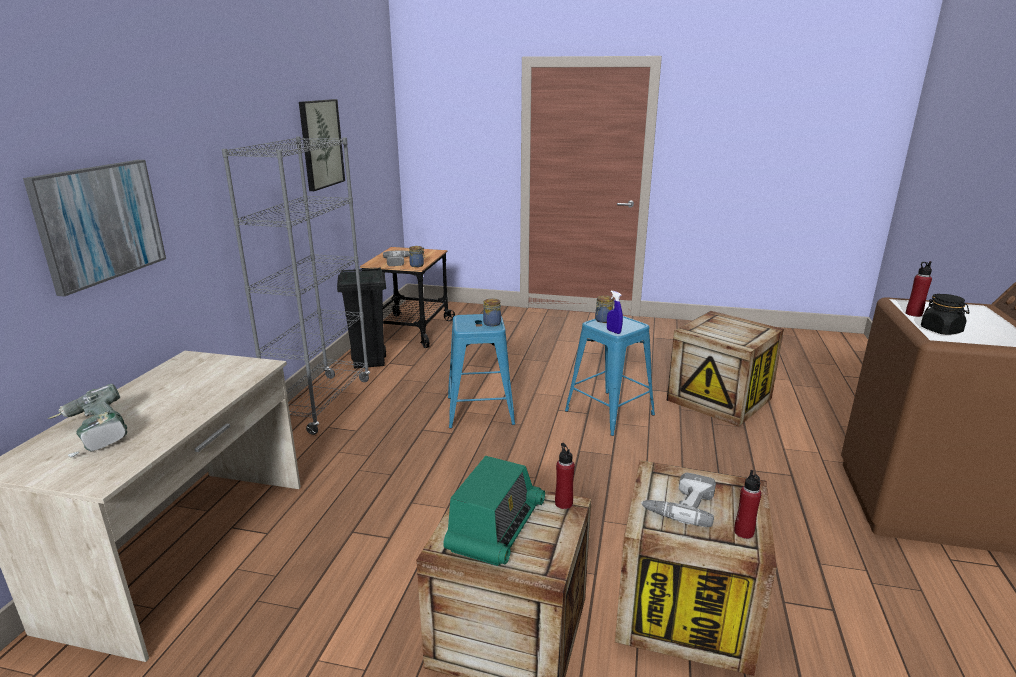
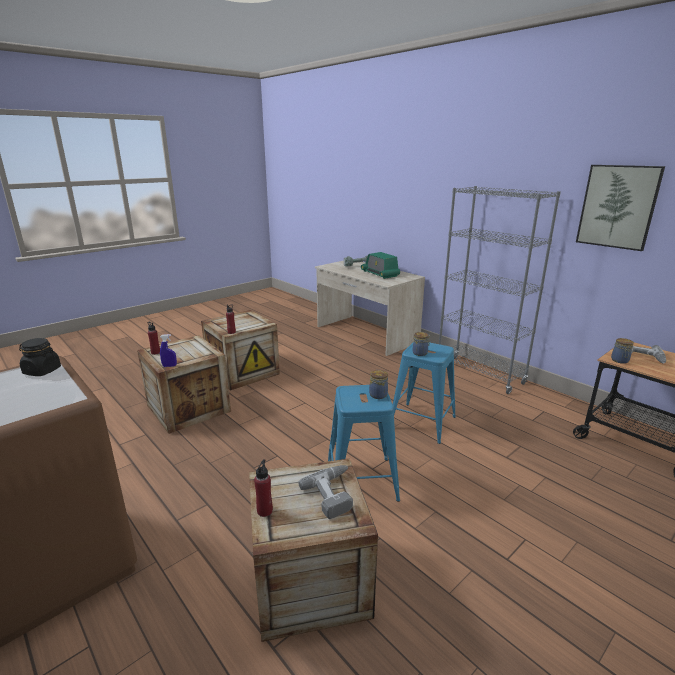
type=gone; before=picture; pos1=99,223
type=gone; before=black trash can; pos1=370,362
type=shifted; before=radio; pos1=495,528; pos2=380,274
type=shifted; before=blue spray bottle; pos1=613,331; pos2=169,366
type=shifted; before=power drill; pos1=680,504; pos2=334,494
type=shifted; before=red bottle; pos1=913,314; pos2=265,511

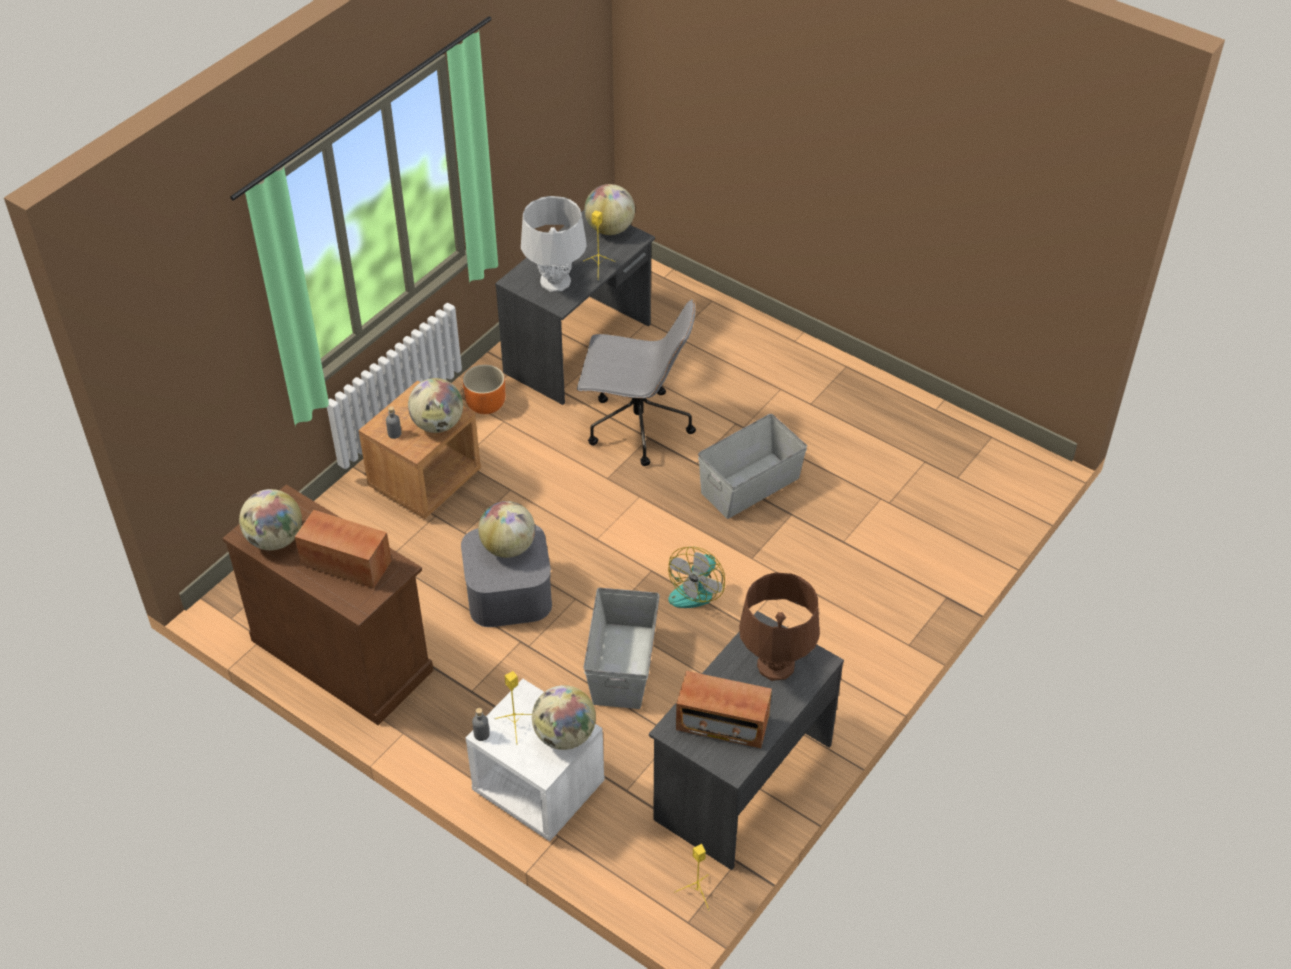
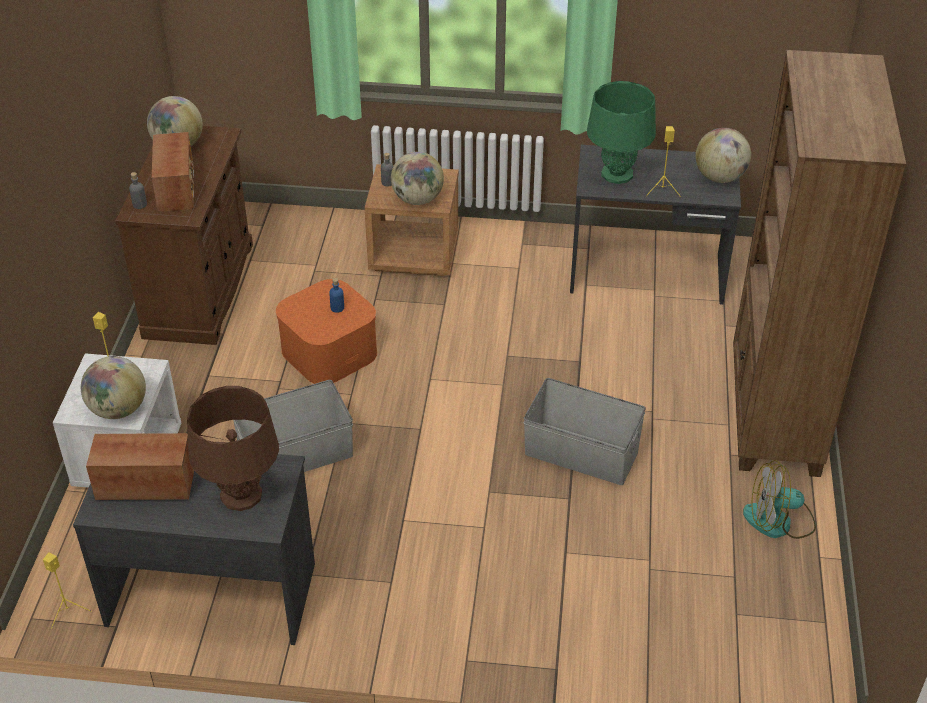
type=gone; before=orange planter; pos1=486,404
type=gone; before=grey office chair; pos1=636,427
type=new; after=brown bookcase; pos2=773,416
type=shifted; before=grey bottle; pos1=481,734; pos2=139,204
type=shifted; before=fan; pos1=697,588; pos2=779,521
type=swapped; before=globe; after=blue bottle; pos1=508,547; pos2=337,308
type=repainted; before=grey storage box; after=orange storage box; pos1=508,592; pos2=329,351
type=repainted; before=grey table lamp; after=green table lamp; pos1=555,281; pos2=617,174
type=rotated; before=radio; pos1=722,724; pos2=146,484; turn=105

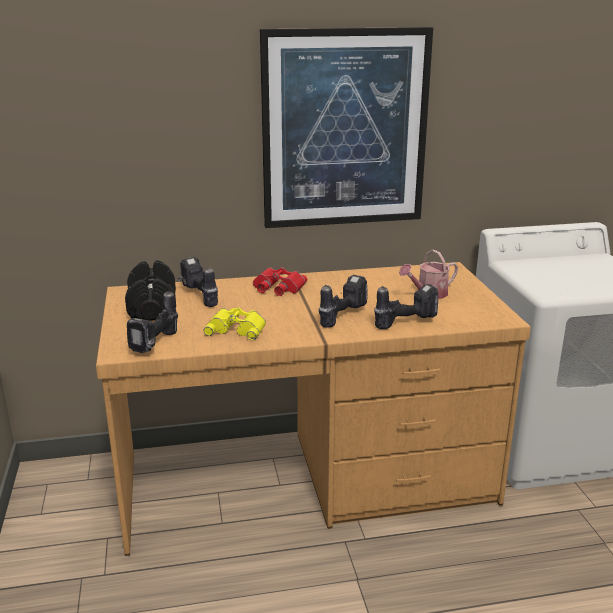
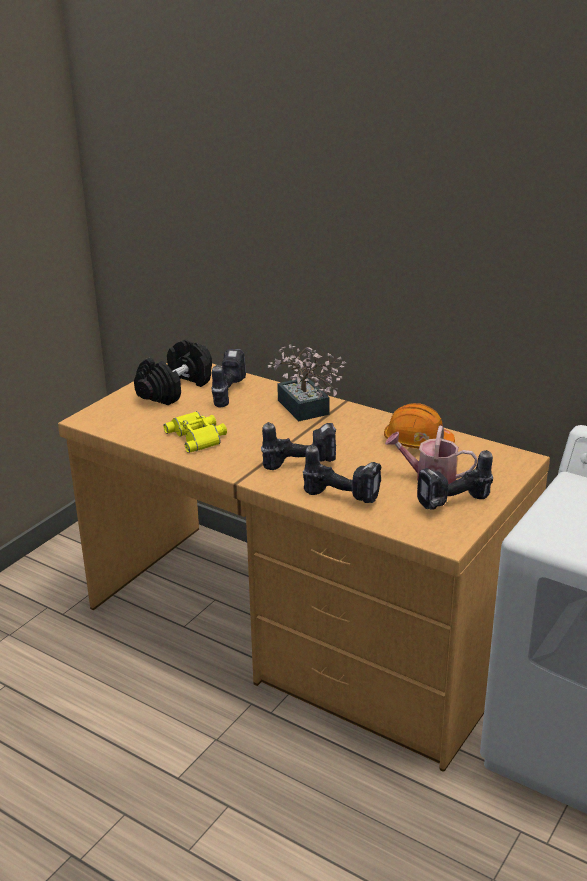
type=gone; before=picture; pos1=345,130
type=new; after=orange hard hat; pos2=417,442
type=shifted; before=power drill; pos1=157,344; pos2=454,504
type=swapped; before=red binoculars; after=potted plant; pos1=277,287; pos2=305,410

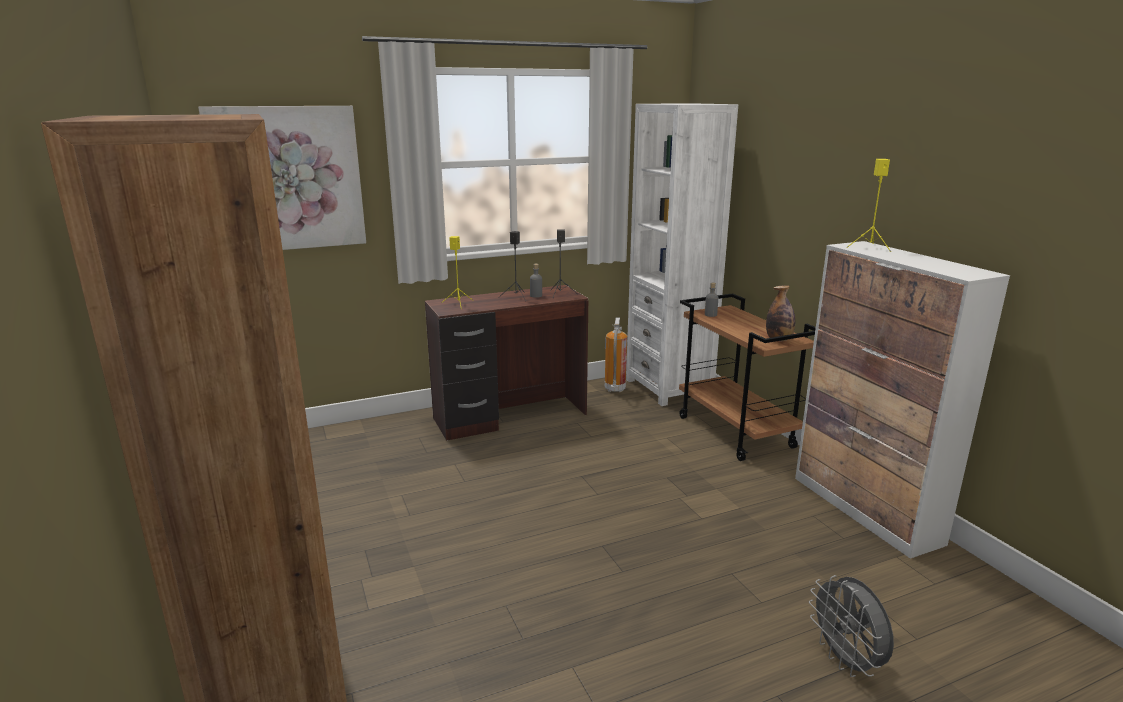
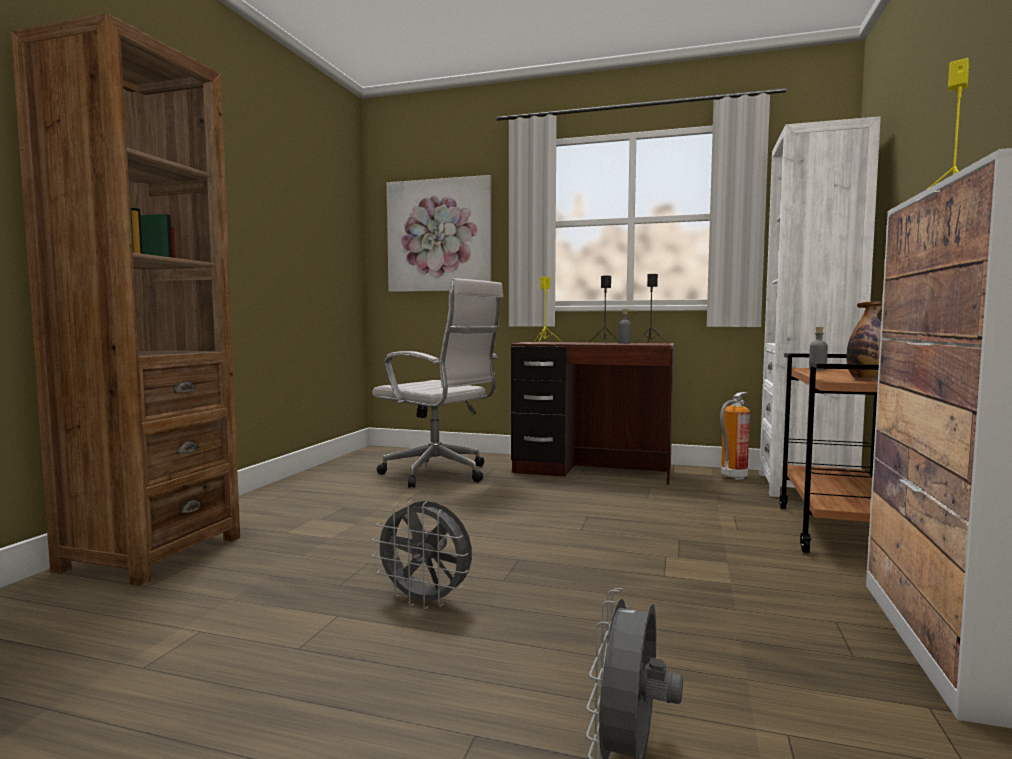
type=new; after=white office chair; pos2=440,474
type=new; after=grey fan; pos2=426,601

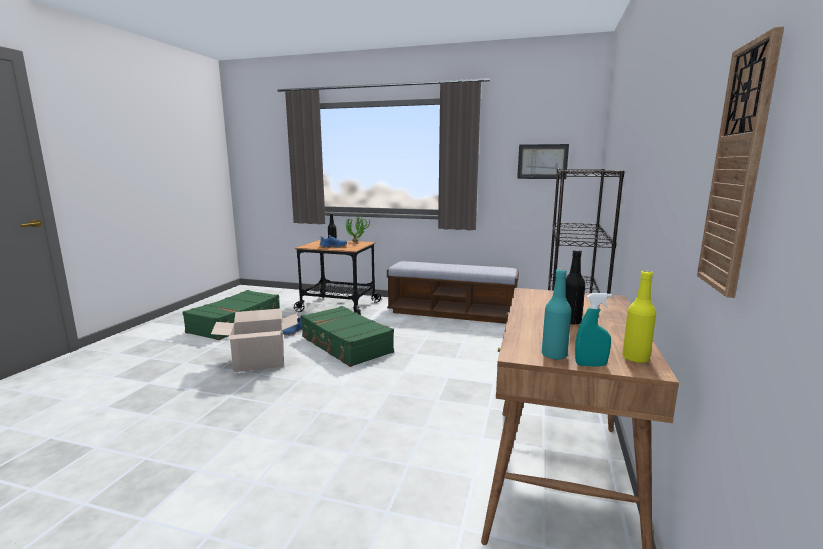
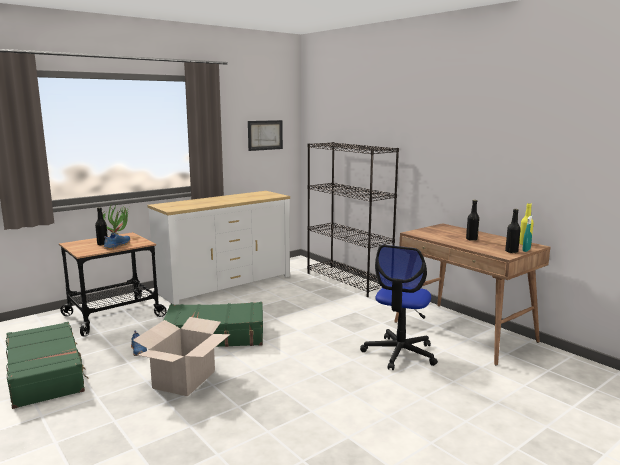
type=gone; before=wall clock; pos1=737,171
type=new; after=office chair; pos2=399,353
type=swapped; before=bench; after=white dresser; pos1=452,313; pos2=225,284
type=repainted; before=turquoise bottle; after=black bottle; pos1=554,355; pos2=511,252

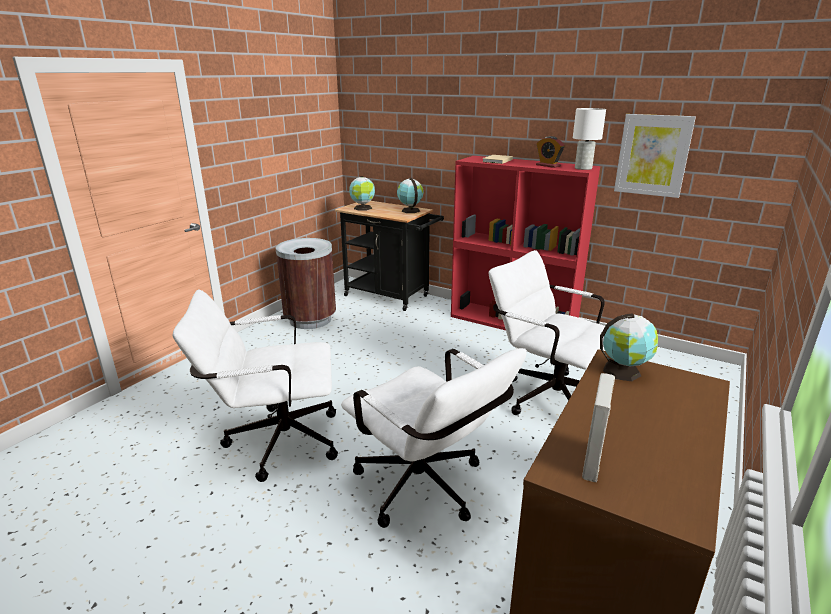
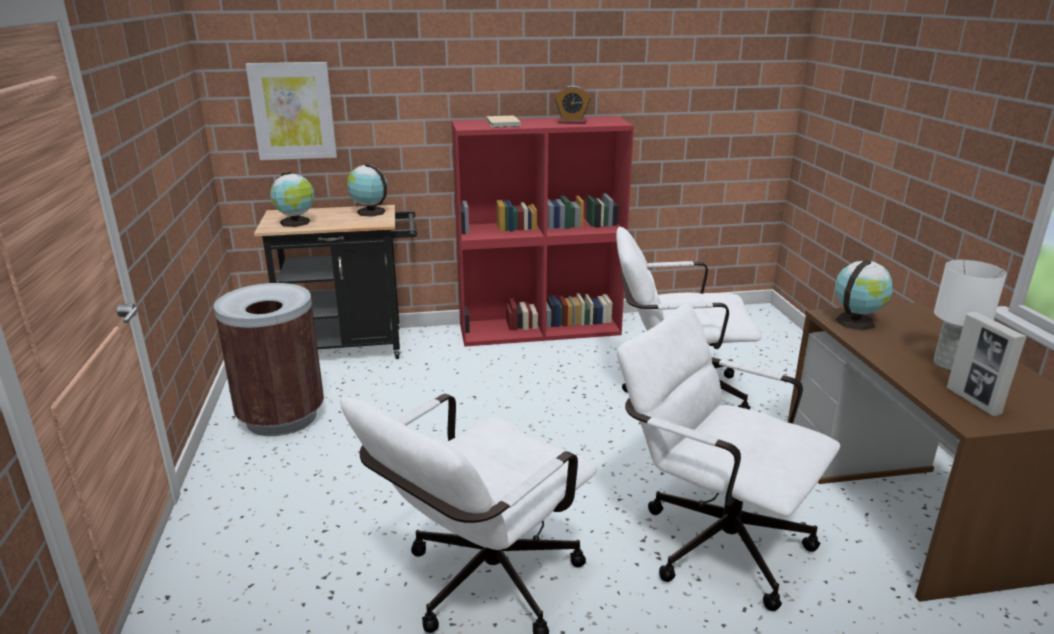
type=shifted; before=white table lamp; pos1=583,168; pos2=949,364
type=shifted; before=picture; pos1=652,155; pos2=293,111
type=rotated; before=white office chair; pos1=426,490; pos2=711,538; turn=-150

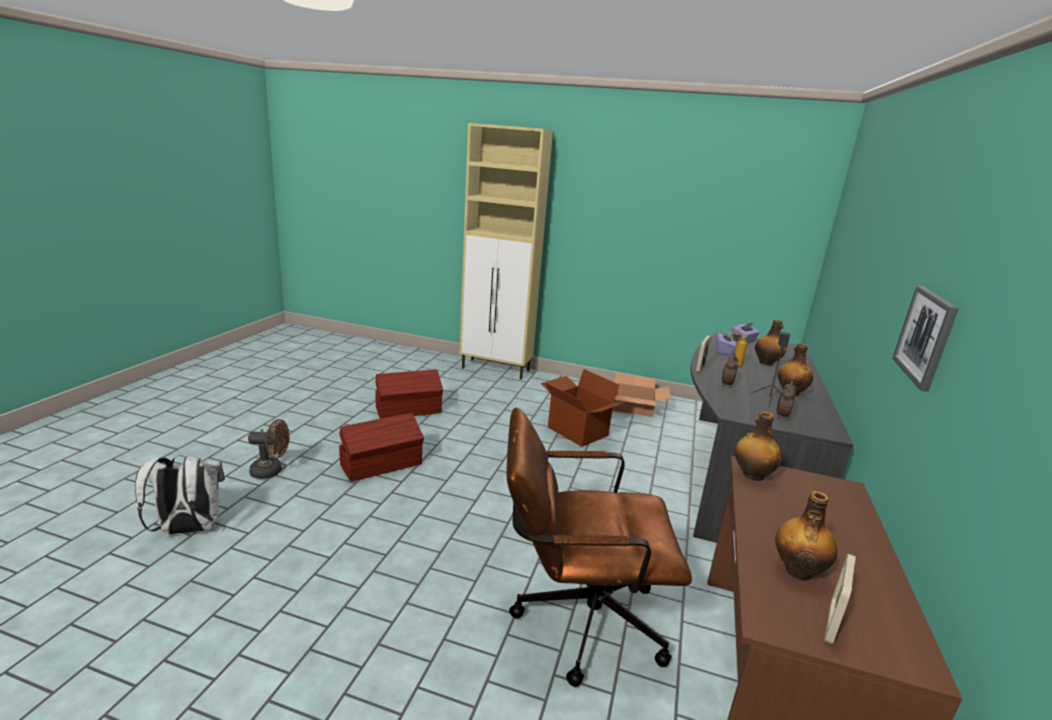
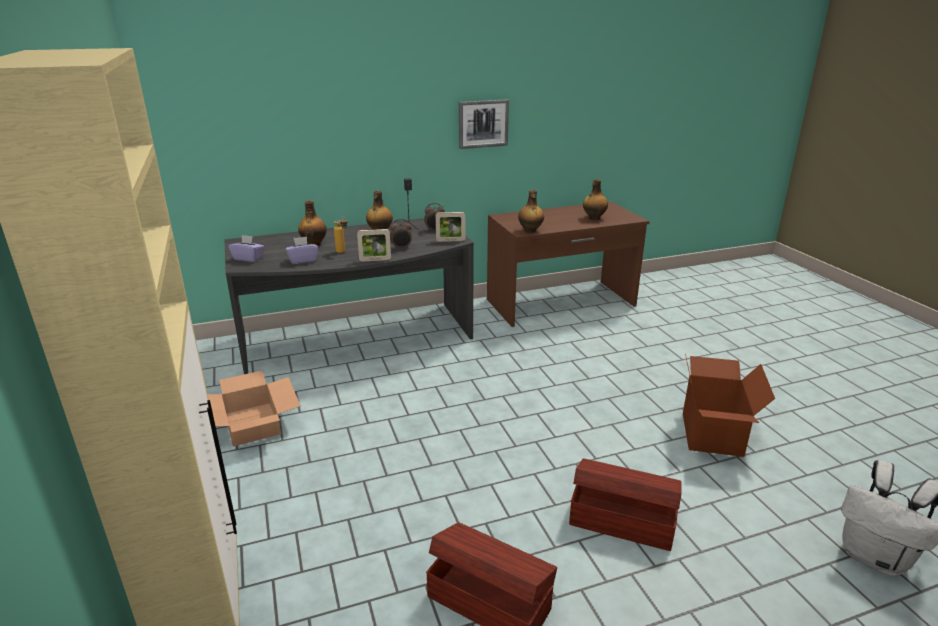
type=gone; before=brown fan; pos1=271,471
type=gone; before=brown office chair; pos1=576,618
type=shifted; before=cardboard box; pos1=576,432; pos2=713,434
type=shifted; before=picture frame; pos1=830,623; pos2=450,240

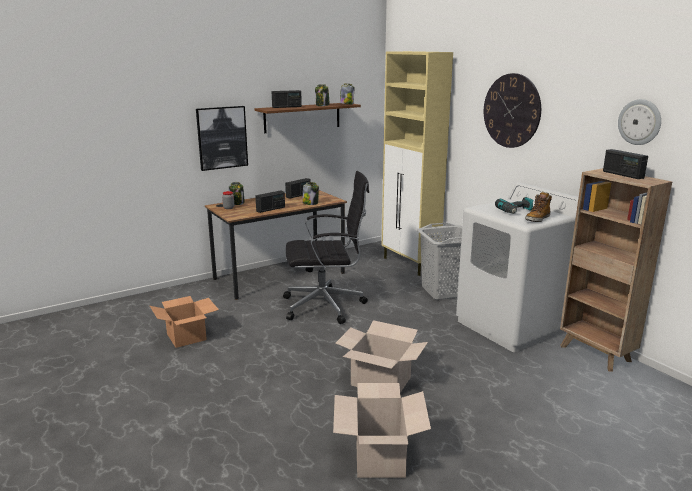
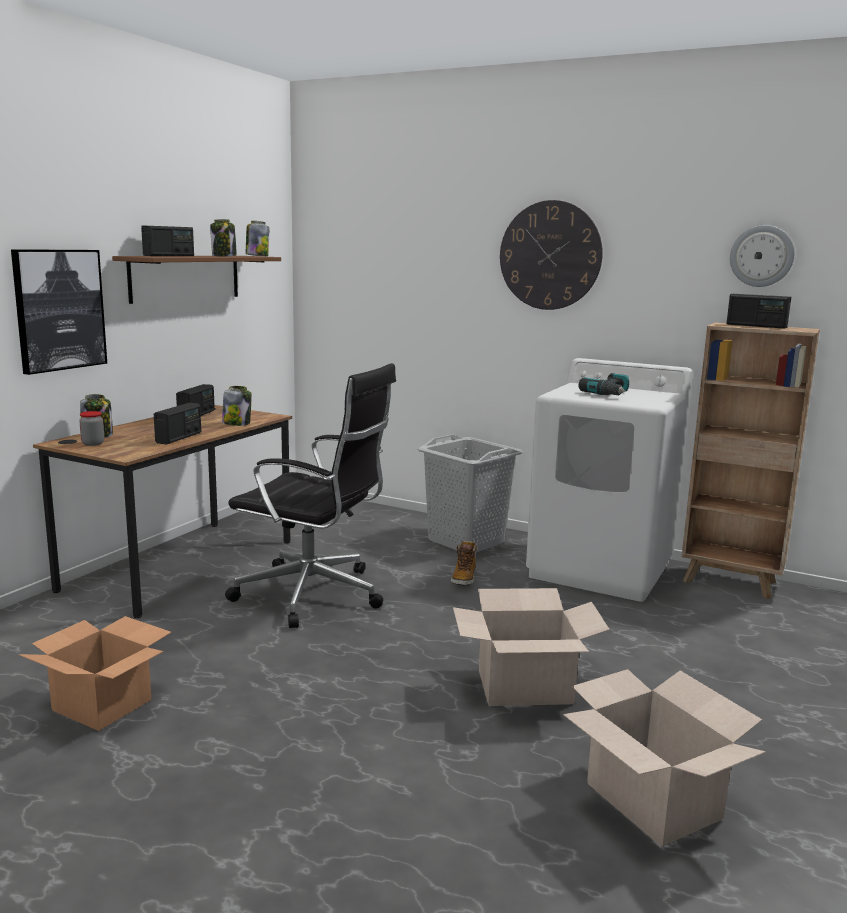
type=gone; before=beige cabinet; pos1=410,264
type=shifted; before=boot; pos1=537,219; pos2=464,578
type=rotated; before=black office chair; pos1=326,306; pos2=314,595; turn=60

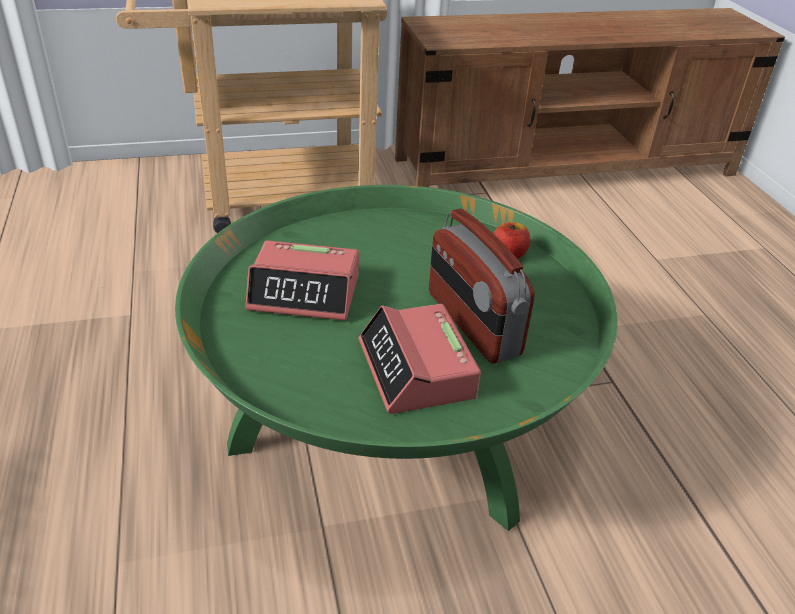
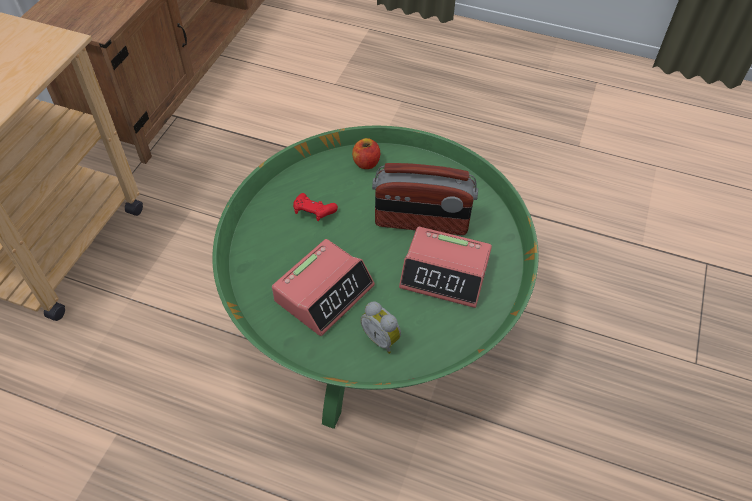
type=new; after=red game controller; pos2=313,212
type=new; after=alarm clock; pos2=382,338

